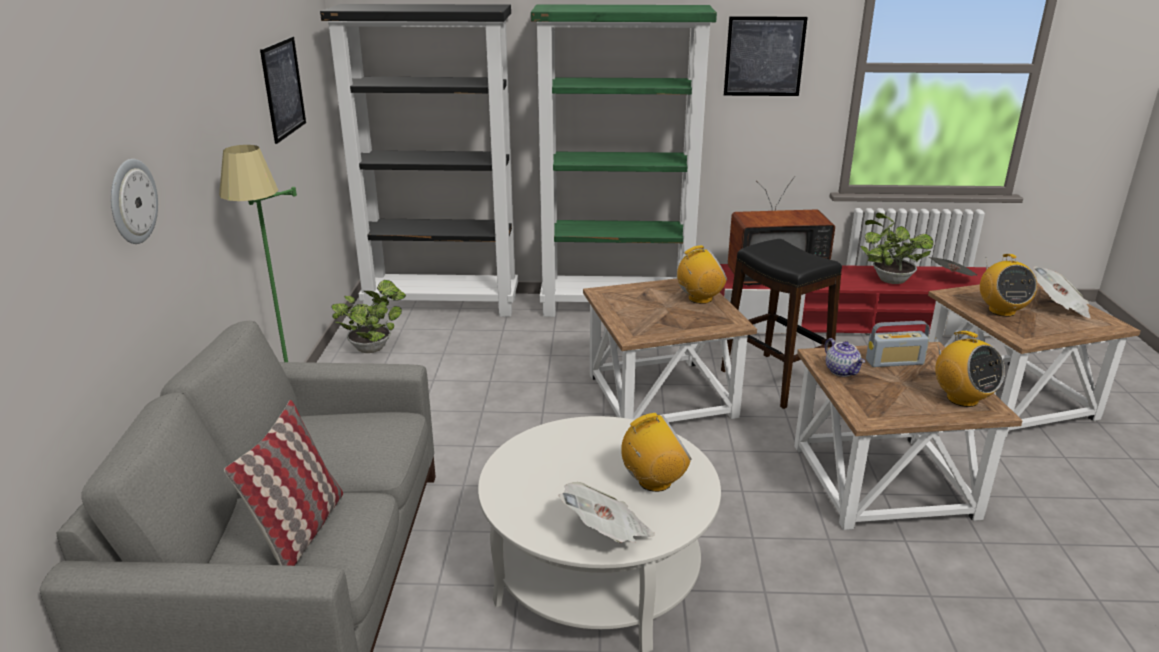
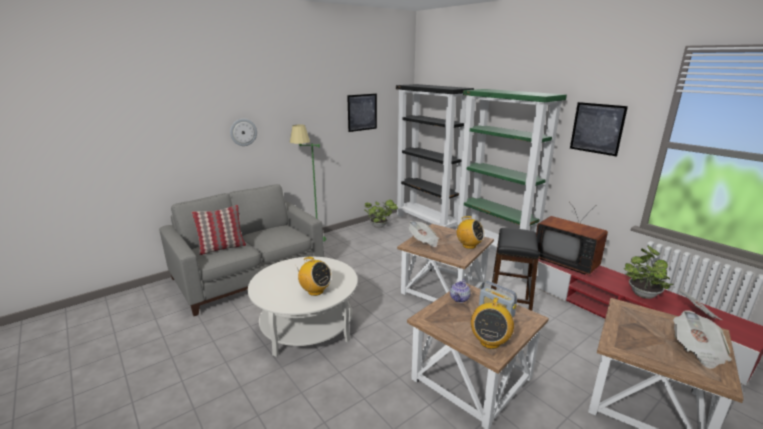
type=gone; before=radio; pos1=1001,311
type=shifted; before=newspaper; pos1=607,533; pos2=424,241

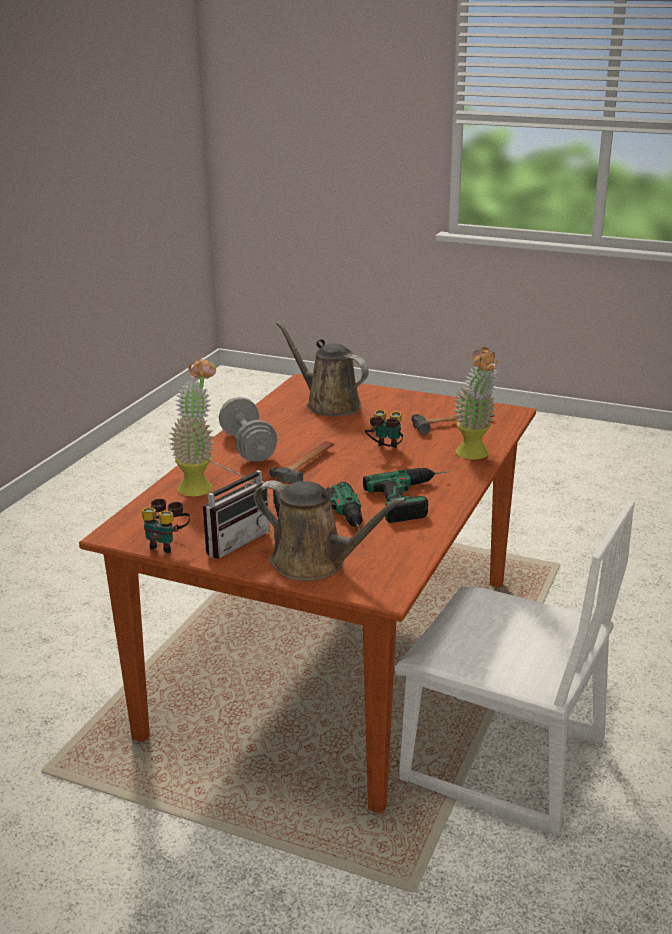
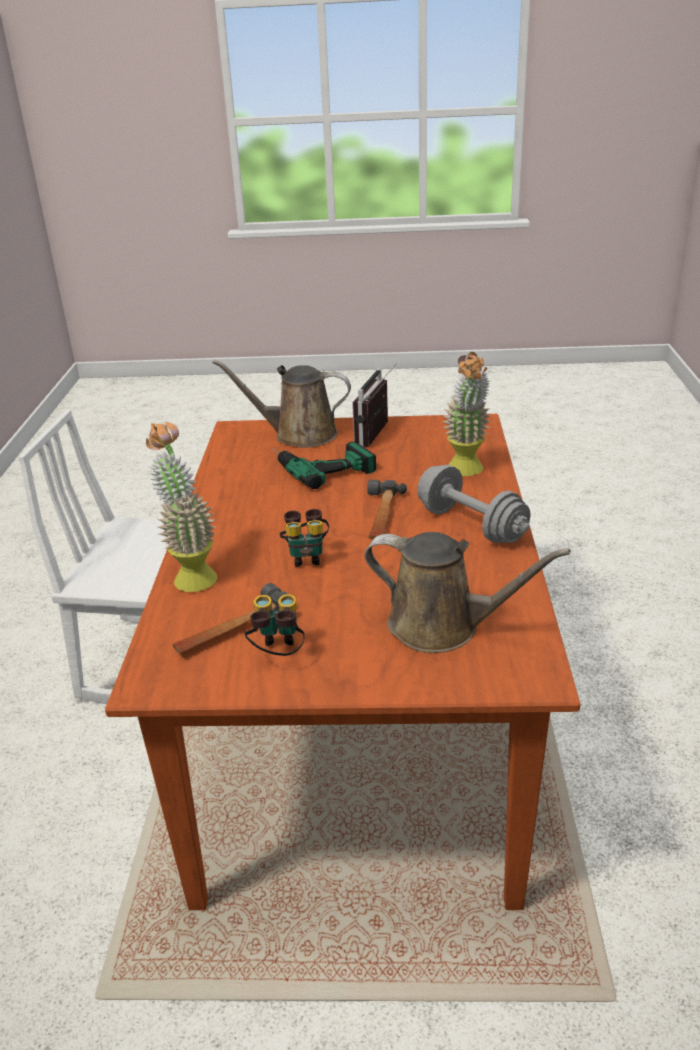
type=gone; before=power drill; pos1=417,498
type=shifted; before=binoculars; pos1=167,544; pos2=278,654

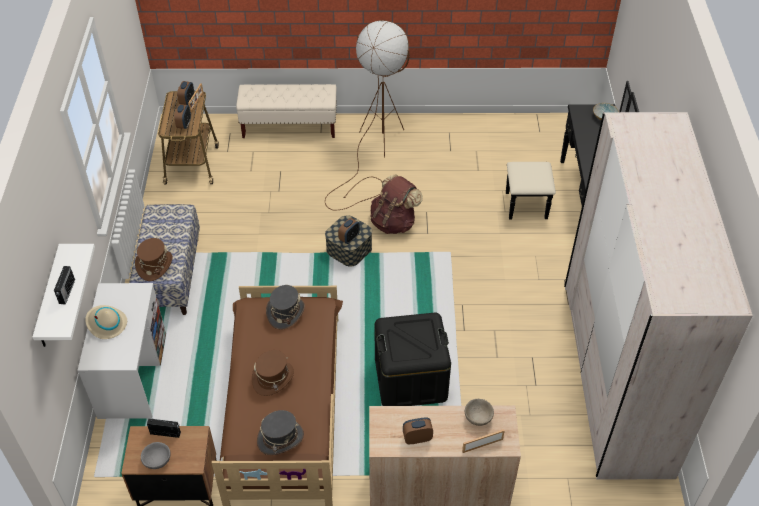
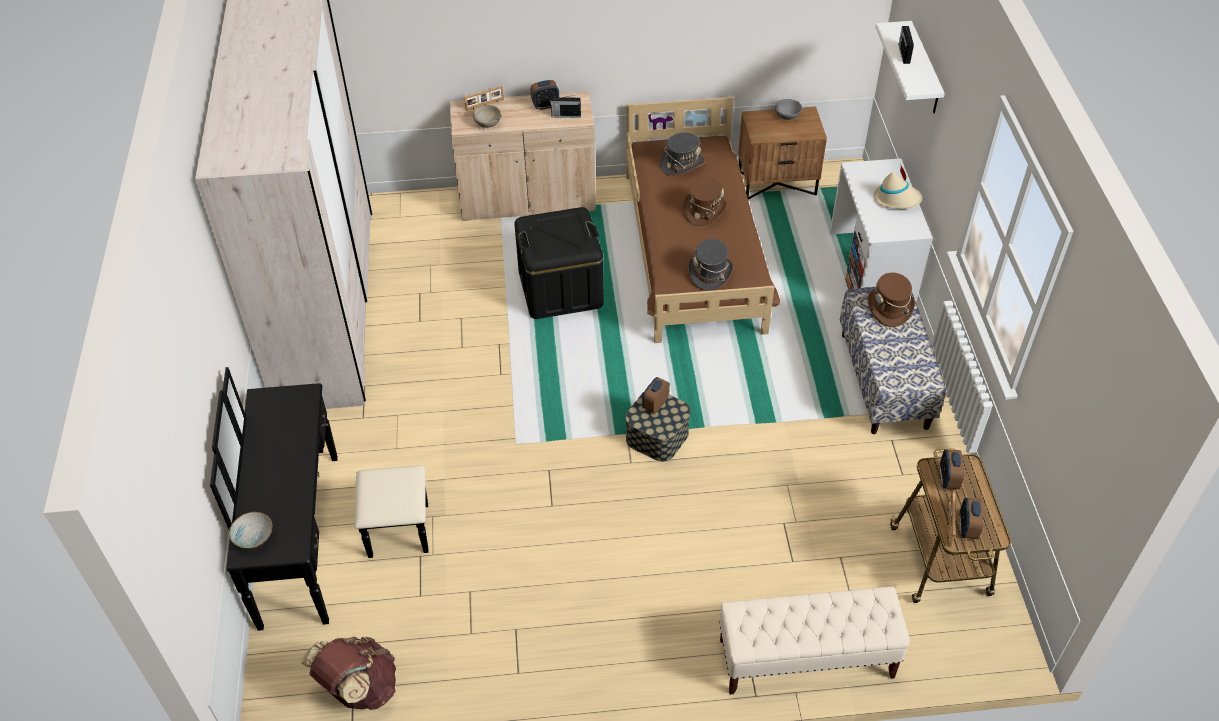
type=gone; before=brown floor lamp; pos1=374,153
type=shifted; before=radio; pos1=166,433; pos2=565,115
type=shifted; before=brown backpack; pos1=394,222; pos2=359,689

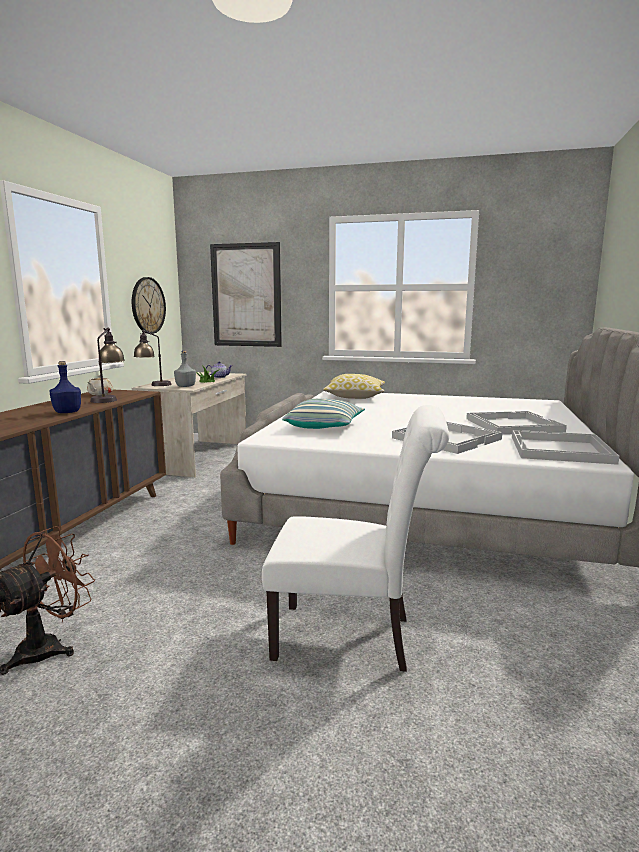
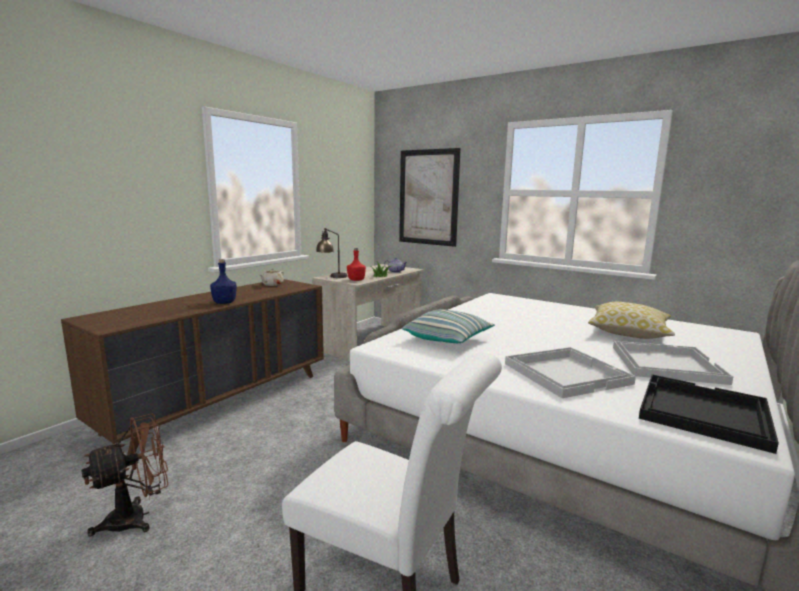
type=gone; before=table lamp; pos1=109,399
type=gone; before=wall clock; pos1=148,305
type=shifted; before=pillow; pos1=355,396; pos2=628,332
type=repainted; before=grey bottle; after=red bottle; pos1=185,386; pos2=356,280
type=repainted; before=white tray; after=black tray; pos1=559,449; pos2=702,412

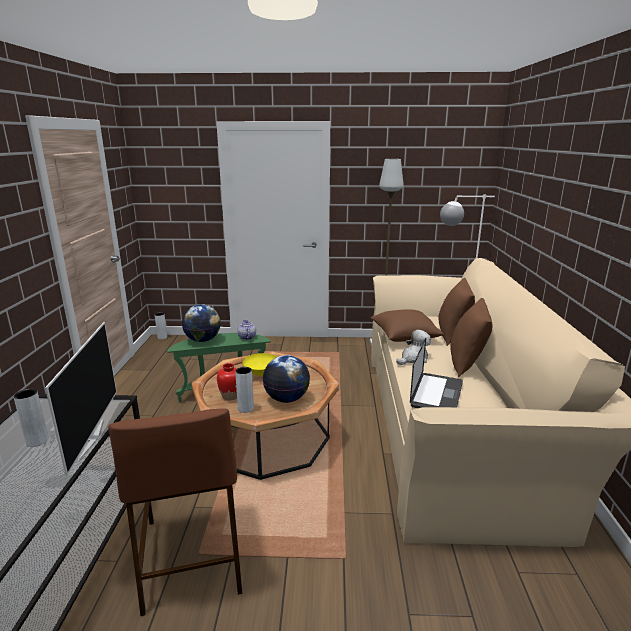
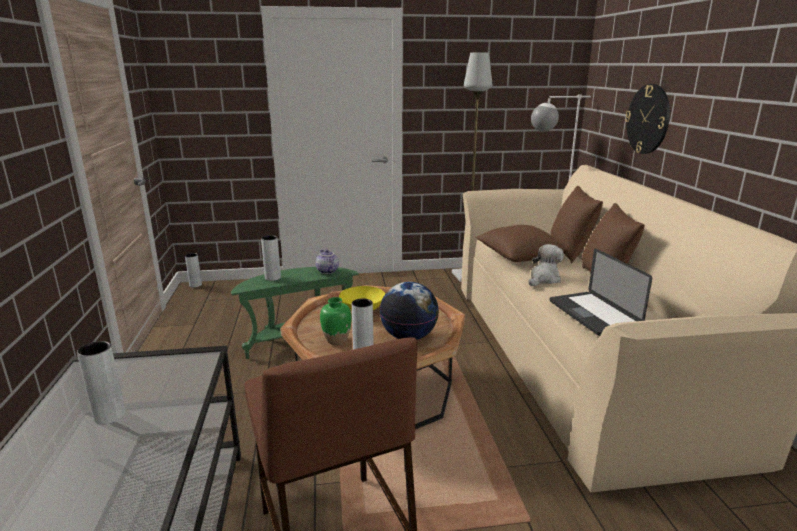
type=gone; before=television; pos1=90,439
type=new; after=wall clock; pos2=648,119
type=swapped; before=globe; after=grey vase; pos1=203,340; pos2=272,278
type=repainted; before=red vase; after=green vase; pos1=230,396; pos2=336,340
type=rotated; before=laptop; pos1=436,394; pos2=593,314; turn=150

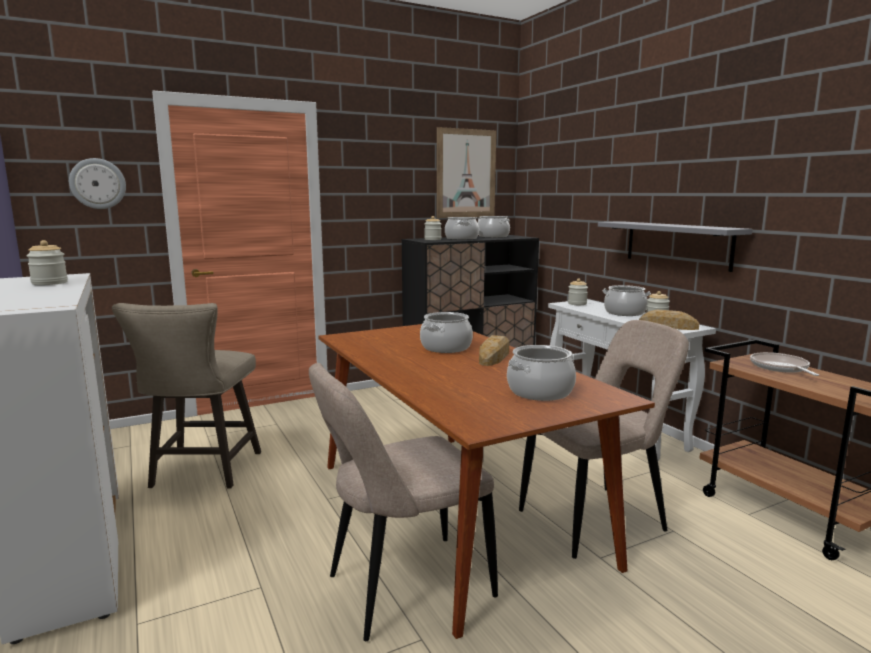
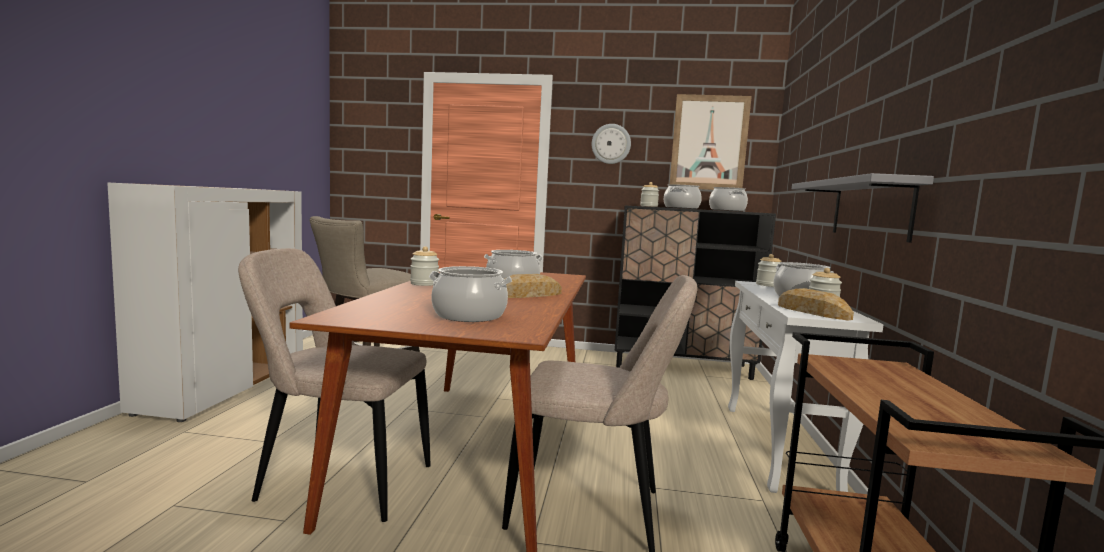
type=gone; before=frying pan; pos1=780,368
type=shifted; before=jar; pos1=49,283; pos2=424,283
type=shifted; before=wall clock; pos1=98,183; pos2=611,144

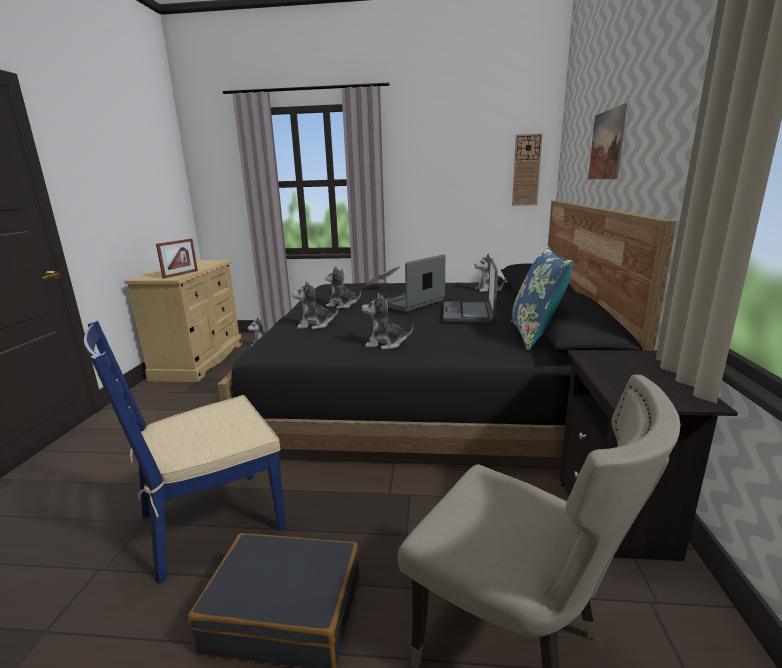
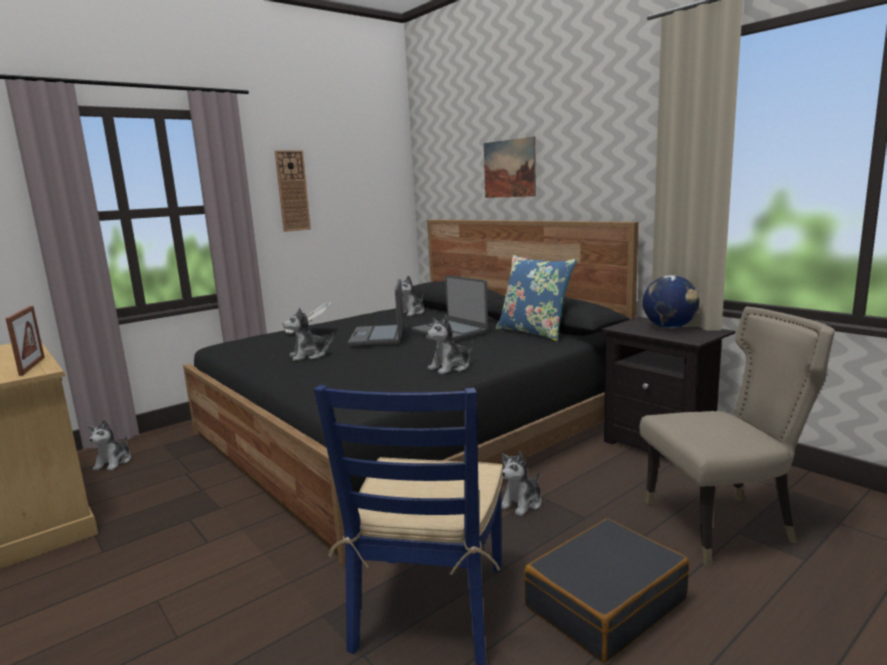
type=new; after=globe; pos2=669,327
type=shifted; before=plush toy; pos1=315,325; pos2=522,503
type=shifted; before=wall clock; pos1=526,170; pos2=292,191

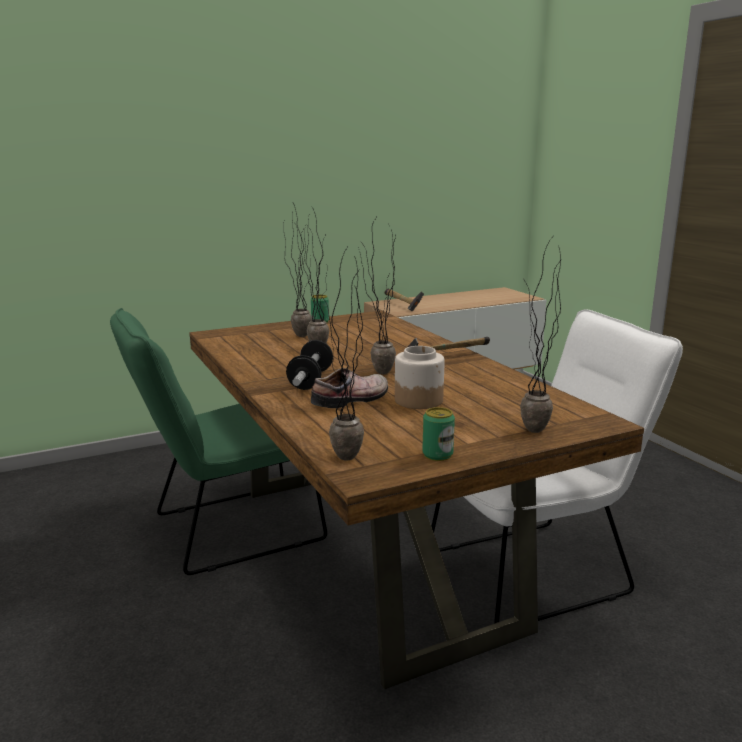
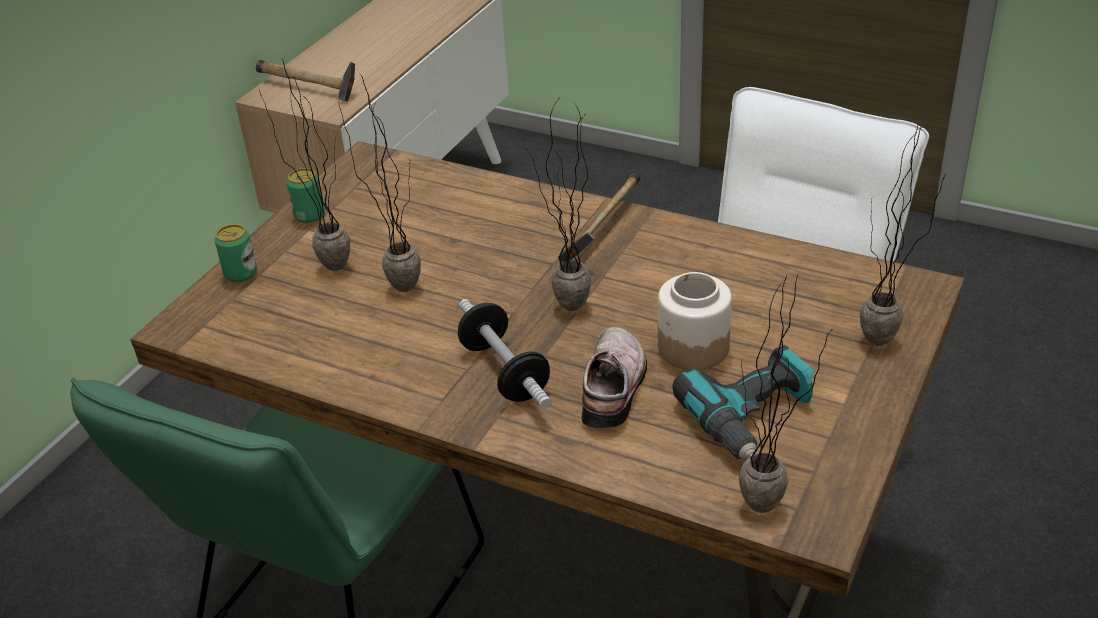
type=new; after=power drill; pos2=752,417
type=shifted; before=can; pos1=437,455; pos2=241,273

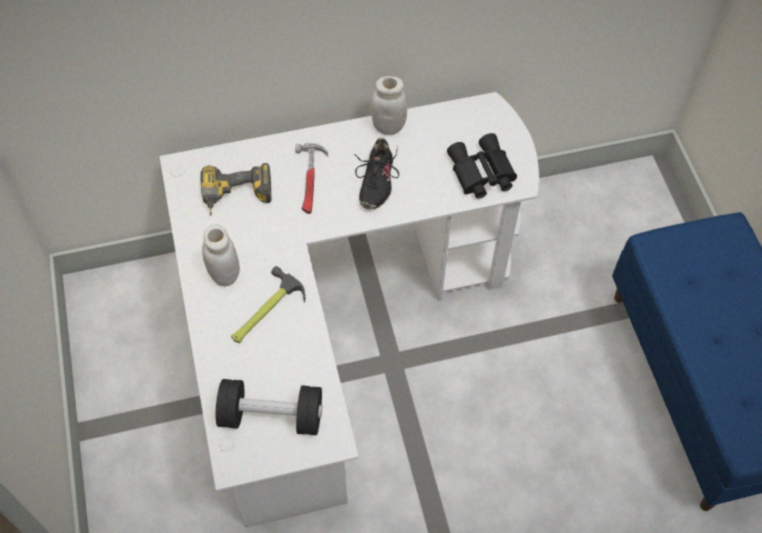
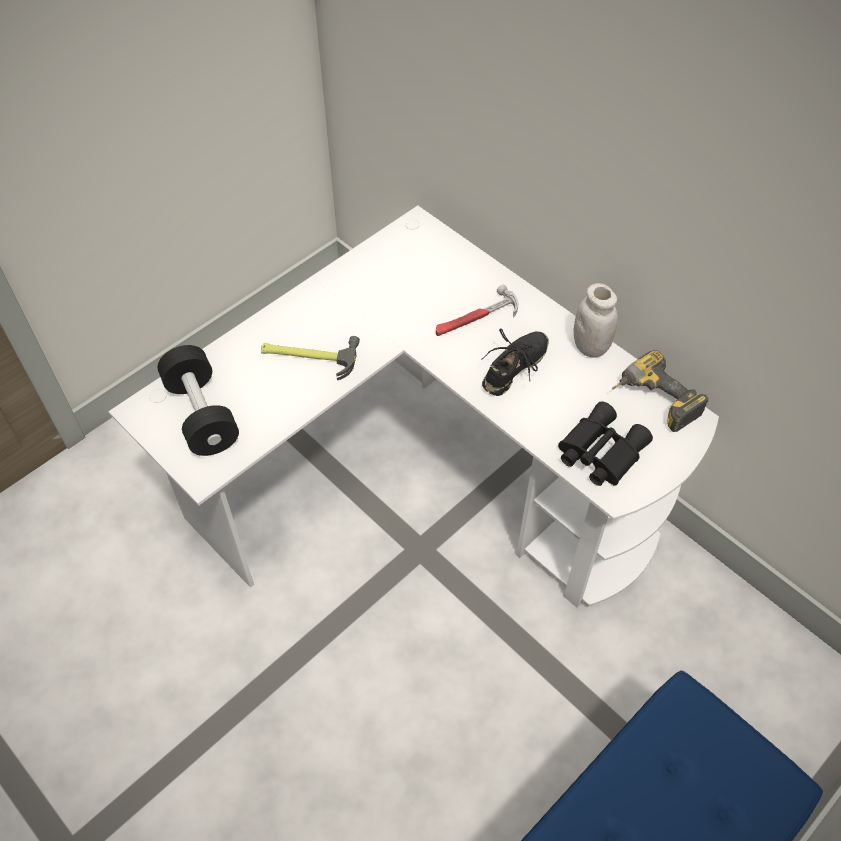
type=gone; before=white jar; pos1=224,274
type=shifted; before=power drill; pos1=237,198; pos2=653,402
type=rotated; before=black shoe; pos1=376,182; pos2=515,369; turn=150

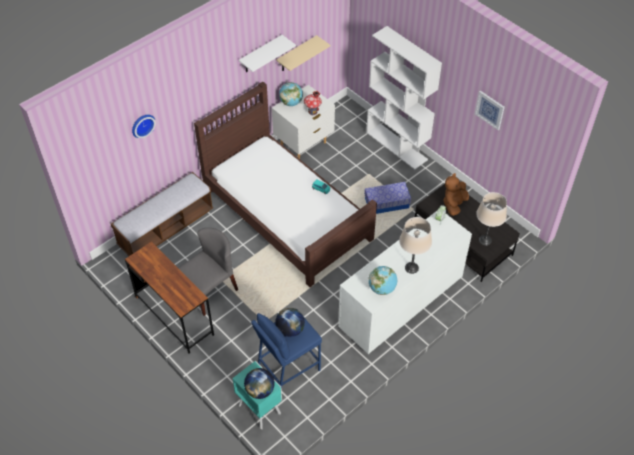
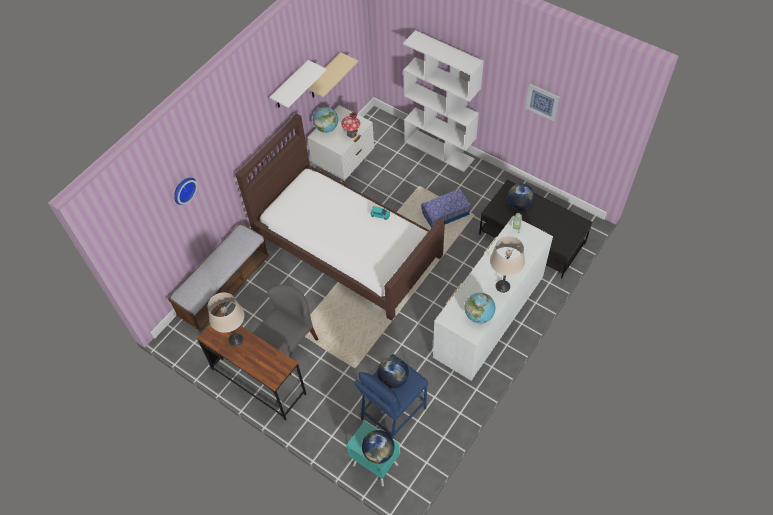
type=shifted; before=beige table lamp; pos1=485,240; pos2=235,339
type=swapped; before=brown plush toy; after=globe; pos1=454,204; pos2=519,204

